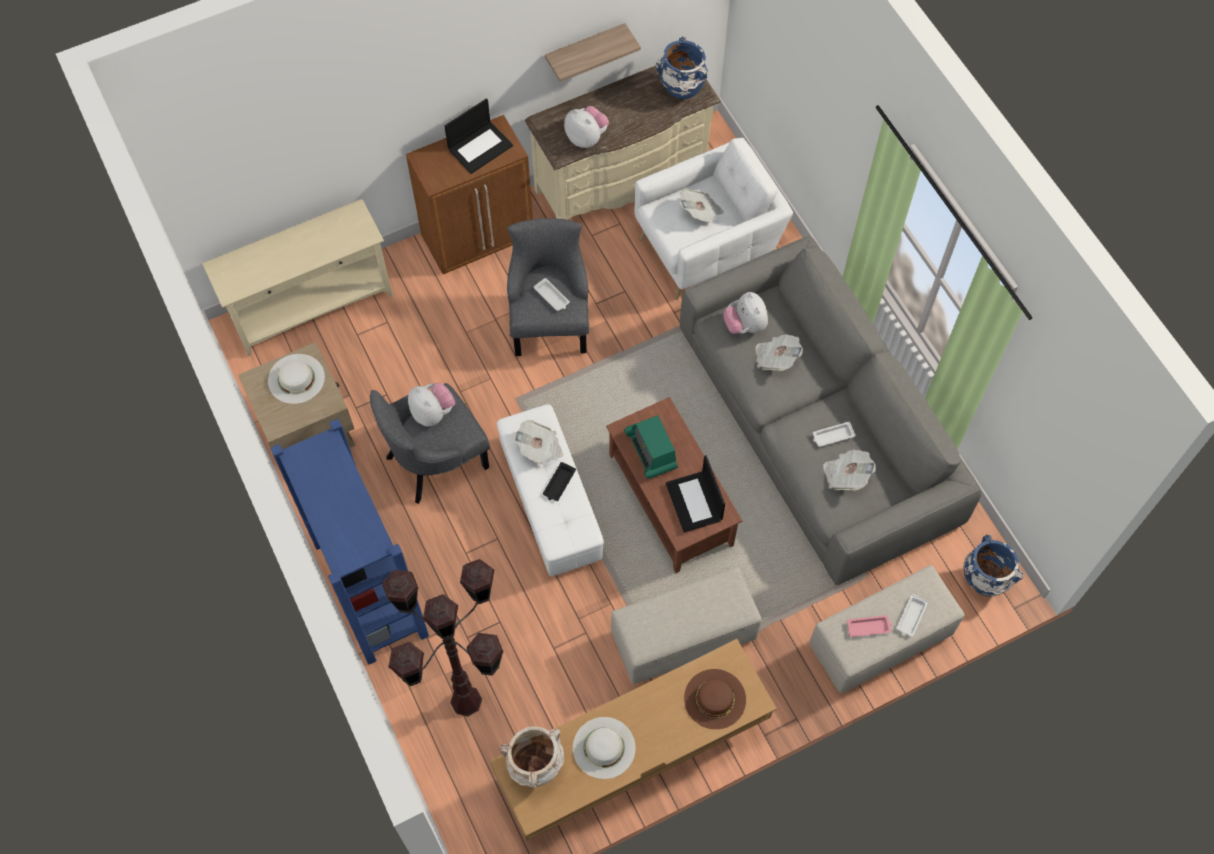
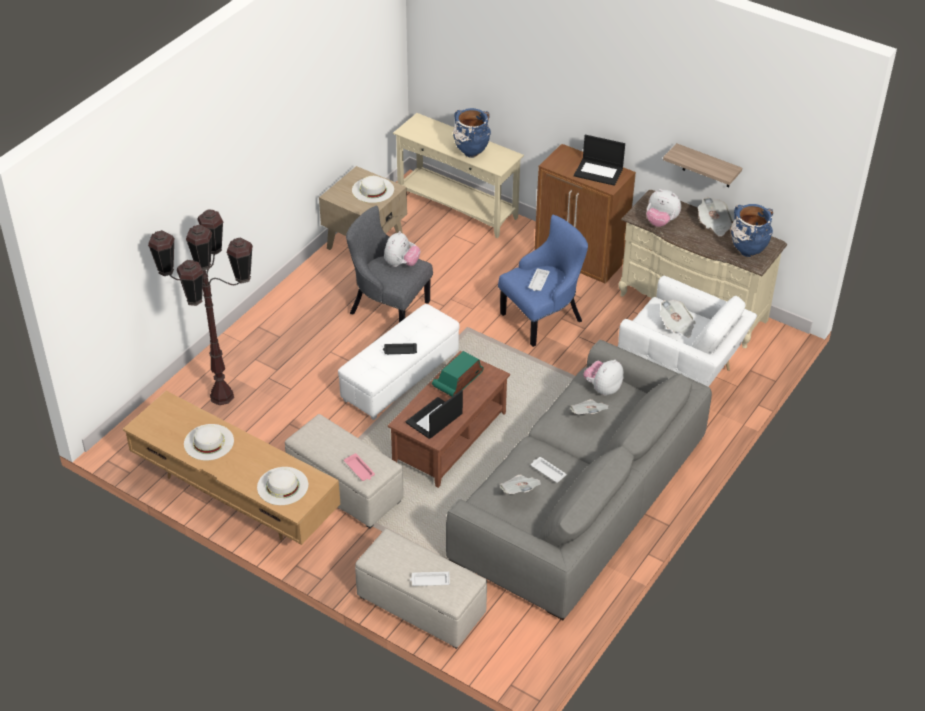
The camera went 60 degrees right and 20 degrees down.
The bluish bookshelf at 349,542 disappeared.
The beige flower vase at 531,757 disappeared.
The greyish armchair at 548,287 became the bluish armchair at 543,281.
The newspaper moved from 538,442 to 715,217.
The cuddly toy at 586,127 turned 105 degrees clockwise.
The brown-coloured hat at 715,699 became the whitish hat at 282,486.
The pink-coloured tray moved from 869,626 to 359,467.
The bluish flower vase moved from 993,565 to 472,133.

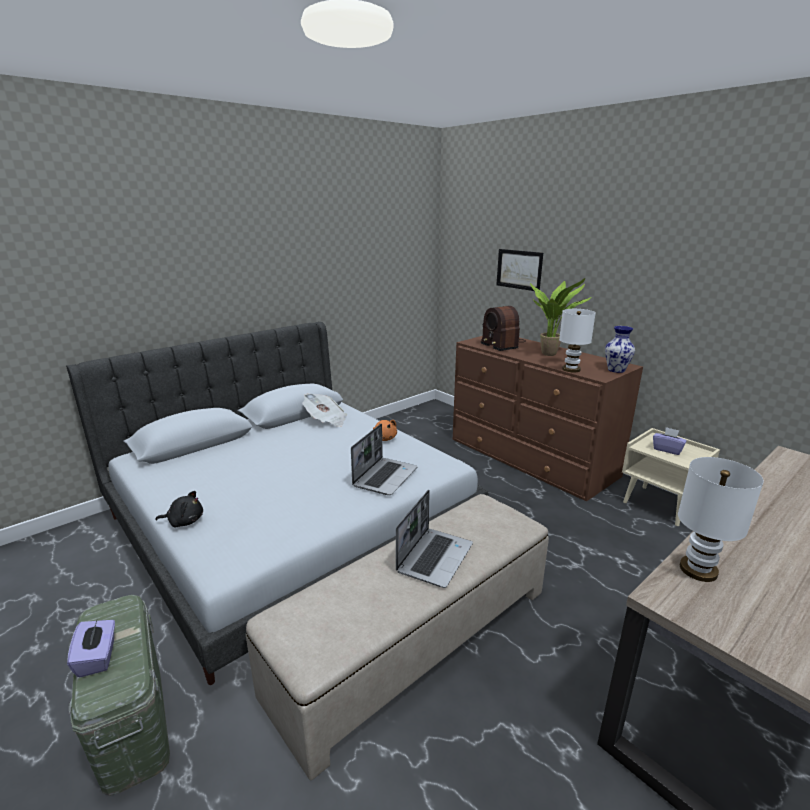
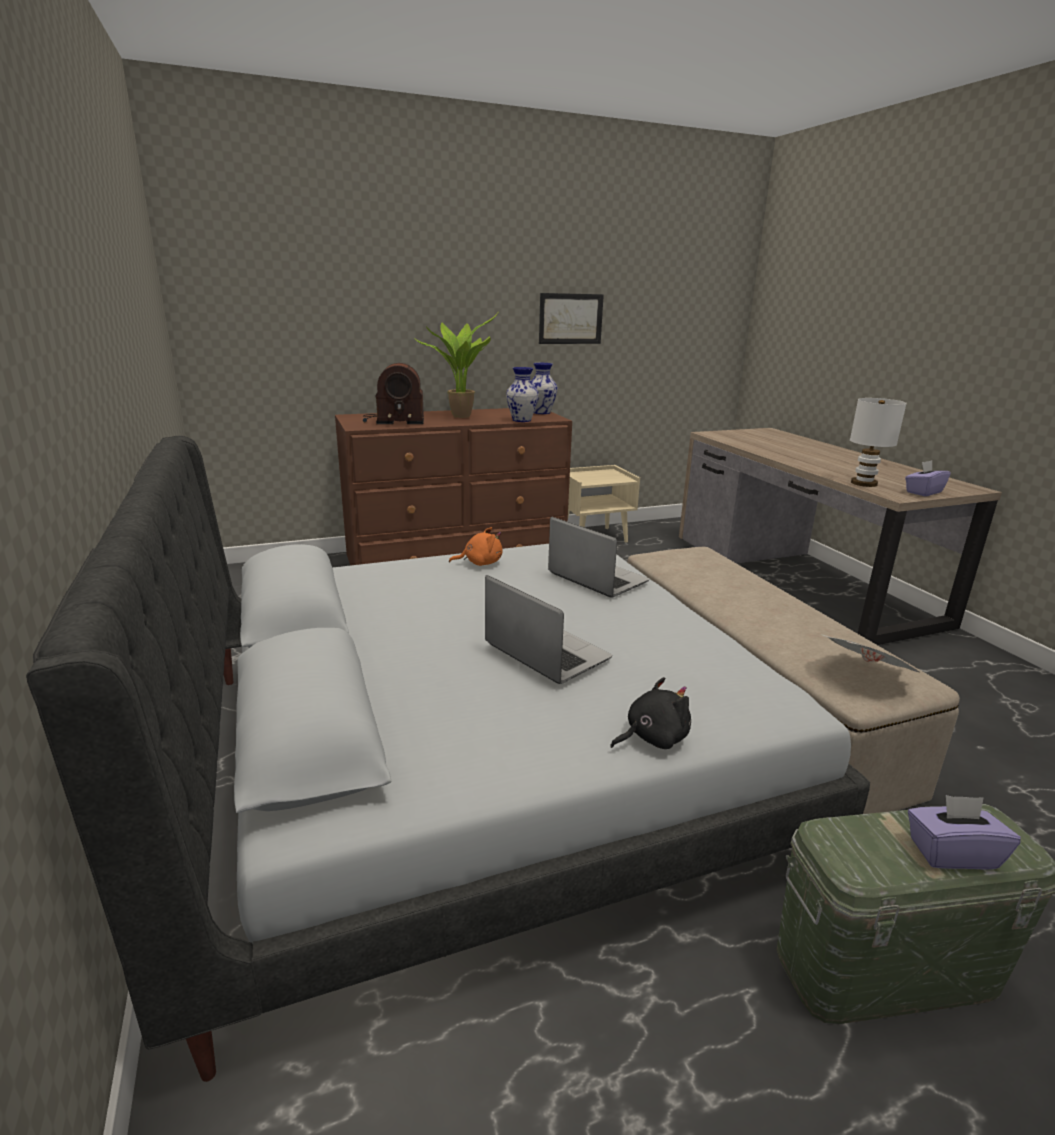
The camera went 70 degrees left and 0 degrees up.
The black cuddly toy at 179,509 turned 45 degrees clockwise.
The newspaper moved from 325,410 to 870,653.
The notebook computer moved from 434,539 to 548,629.
The wall art moved from 519,270 to 571,318.
The whitish tabletop lamp at 577,340 was replaced by the flower vase at 522,394.
The purple box of tissues moved from 670,441 to 928,478.

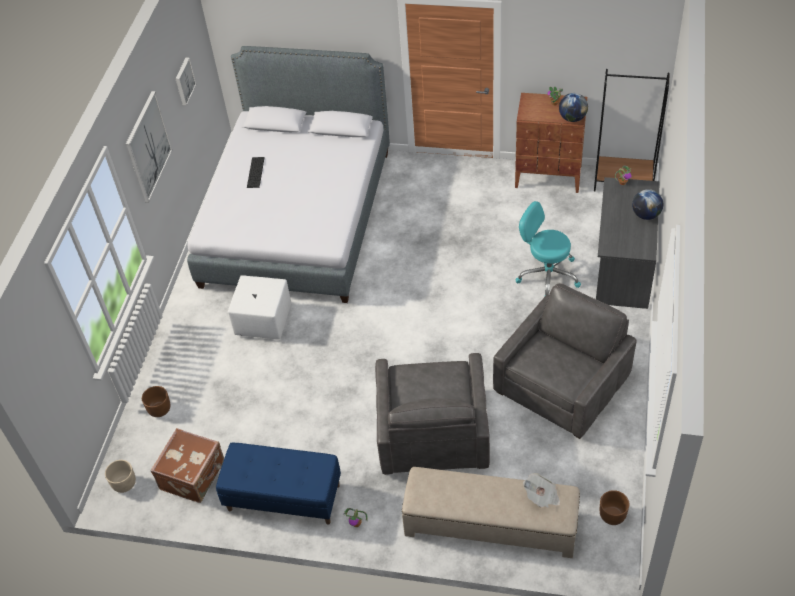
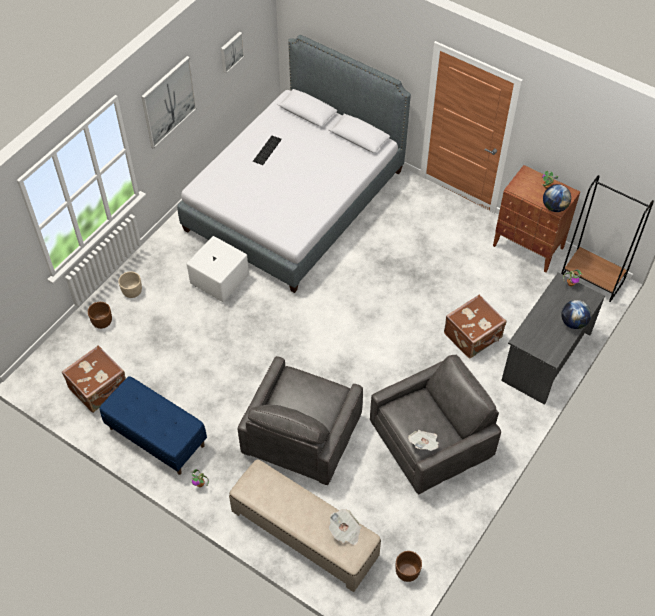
The camera went 20 degrees right and 5 degrees up.
The beige plant pot moved from 120,476 to 130,284.
The turquoise-coloured computer chair at 548,249 was replaced by the brown-coloured travel case at 475,326.
The newspaper at 423,440 appeared.

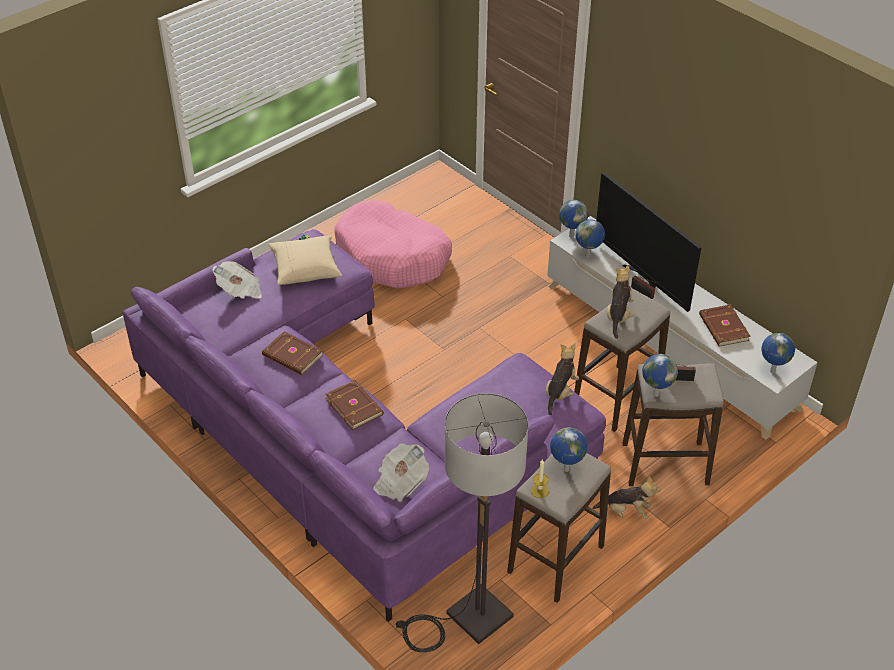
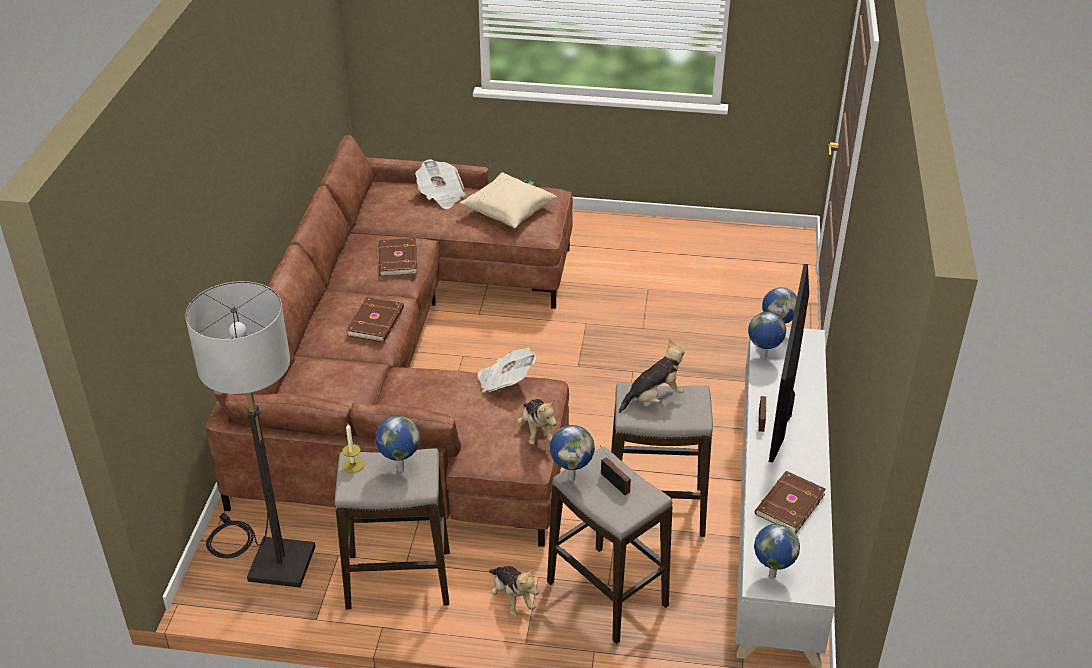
The camera went 50 degrees right and 5 degrees down.
The purple settee at 364,425 became the brown-coloured settee at 389,341.
The pink-coloured dog bed at 393,244 disappeared.
The newspaper moved from 401,472 to 506,370.
The cuddly toy at 562,379 turned 90 degrees clockwise.

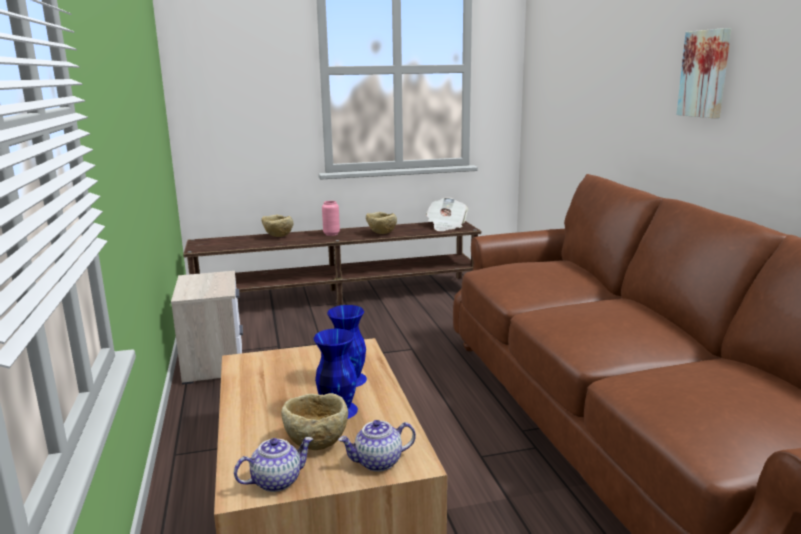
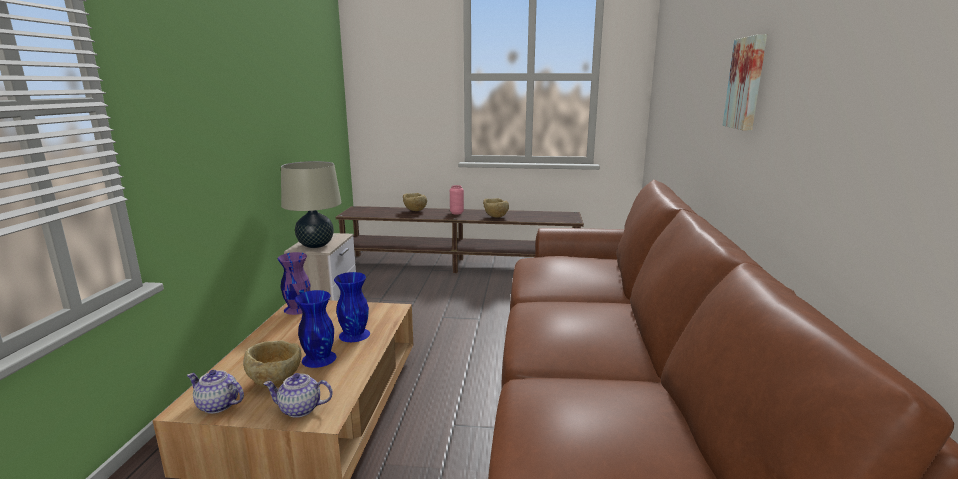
The camera went 20 degrees right and 0 degrees up.
The teapot at 273,464 turned 150 degrees counterclockwise.
The newspaper at 447,214 disappeared.
The purple flower vase at 294,283 appeared.
The beige tabletop lamp at 311,204 appeared.

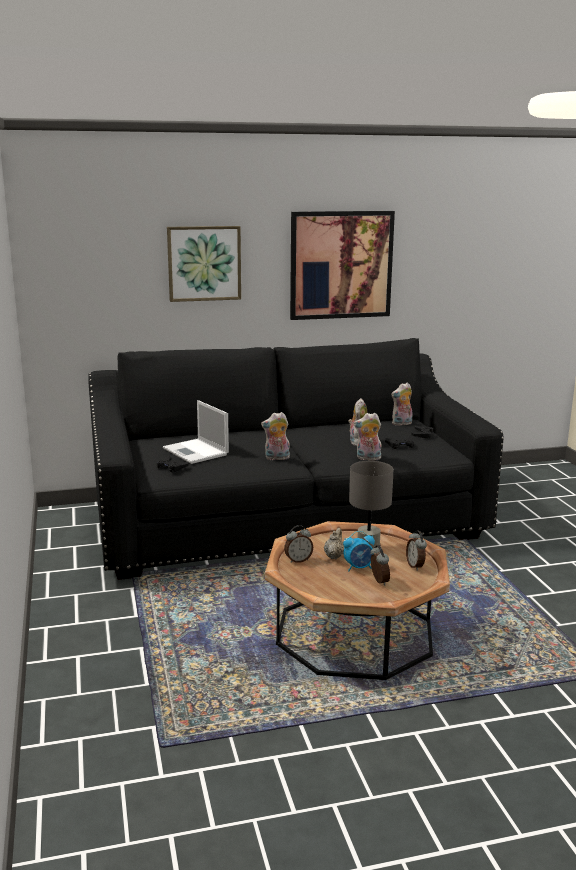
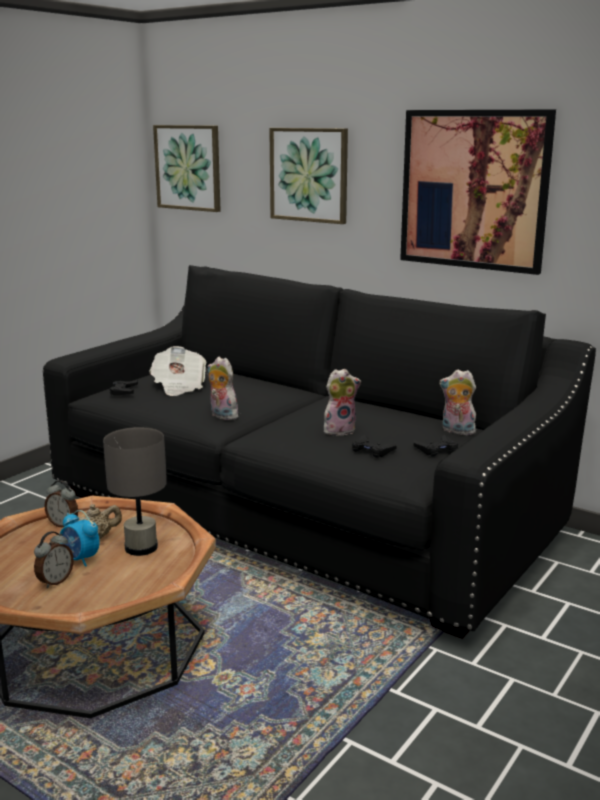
The camera went 50 degrees right and 0 degrees up.
The notebook computer at 196,432 was replaced by the newspaper at 177,371.
The cuddly toy at 368,437 disappeared.
The bedside clock at 416,551 disappeared.
The wall art at 187,168 appeared.

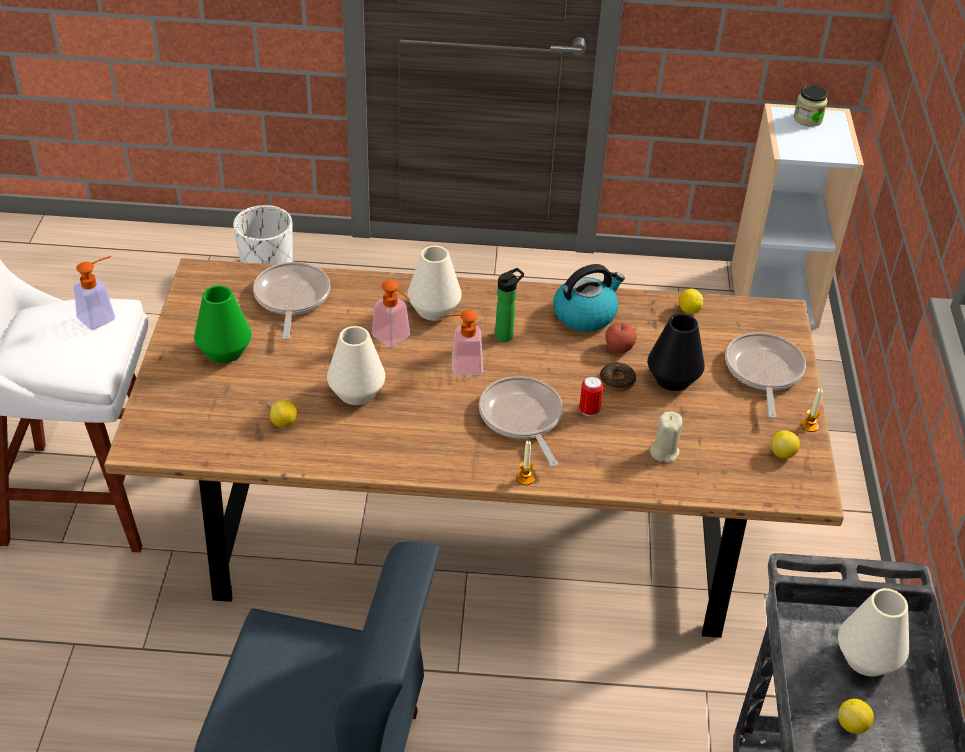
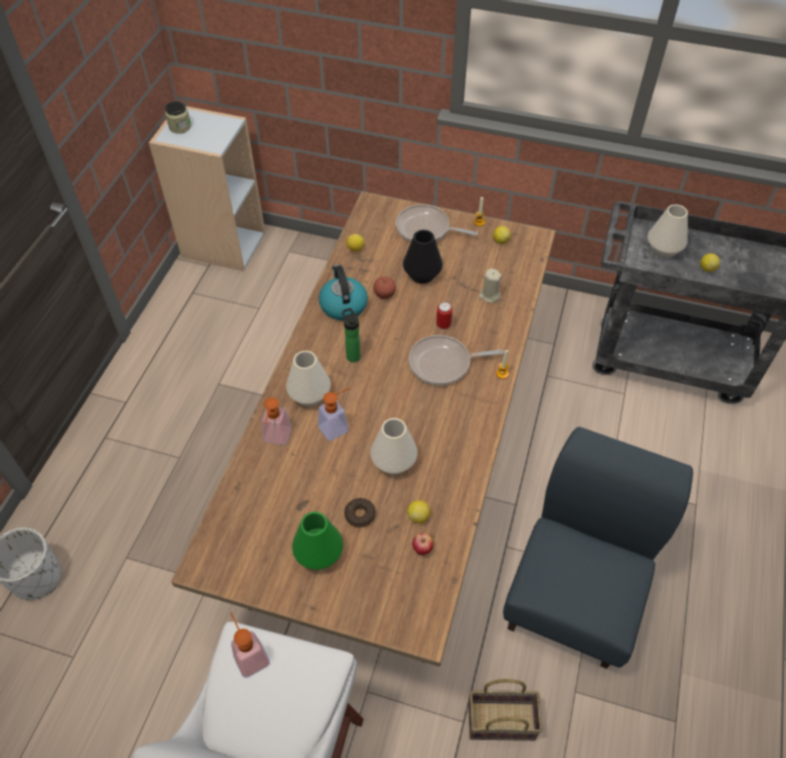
The camera went 75 degrees left and 10 degrees up.
The pan at 291,301 disappeared.
The soap dispenser moved from 461,342 to 277,421.
The ring doughnut moved from 618,377 to 360,513.
The whole apple at 423,544 appeared.
The household basket at 505,710 appeared.

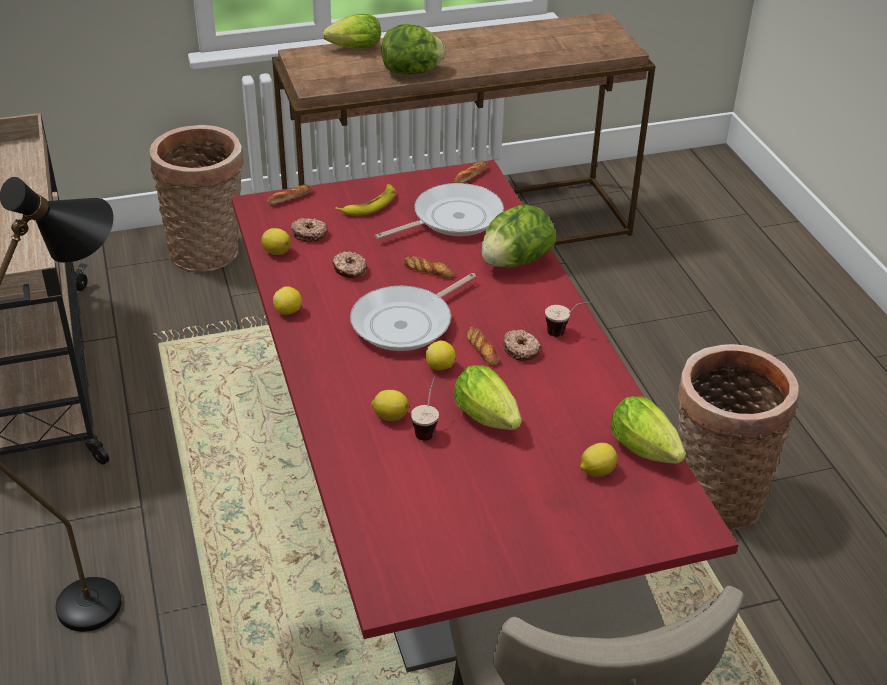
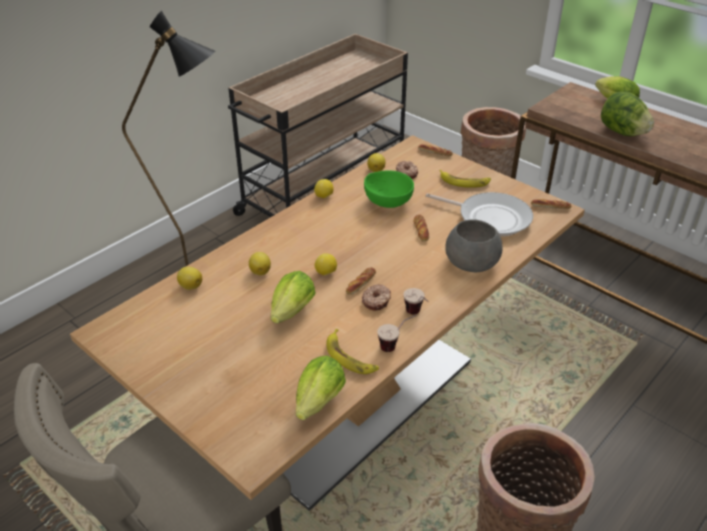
The camera went 60 degrees right and 0 degrees up.
The red-coloured kitchen table at 484,416 became the beige kitchen table at 327,323.
The ring doughnut at 349,265 was replaced by the green deep dish at 389,189.
The pan at 413,312 disappeared.
The small cup moved from 425,408 to 397,333.
The lettuce at 518,236 was replaced by the greyish deep dish at 474,245.
The whole lemon moved from 598,460 to 189,278.
The banana fruit at 352,351 appeared.

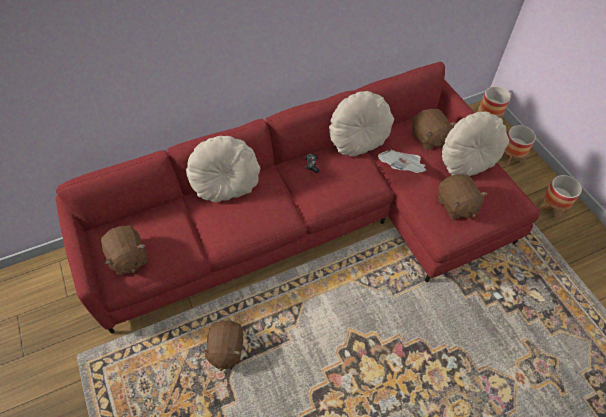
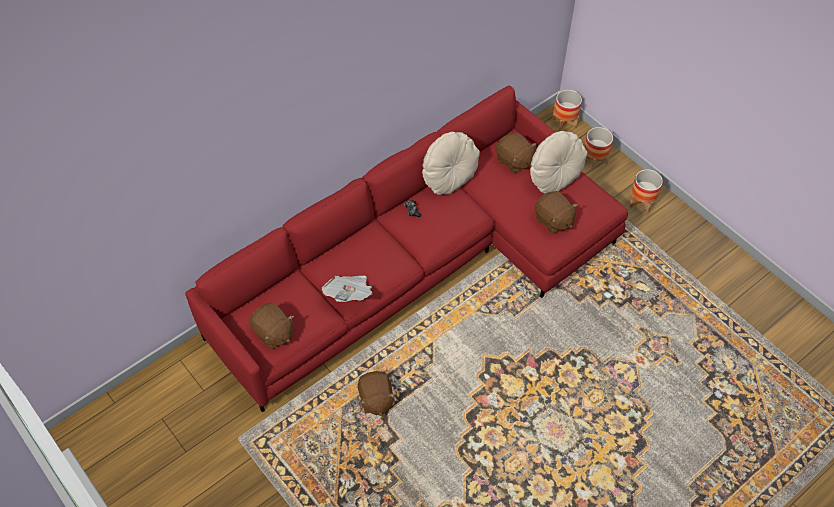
The camera went 15 degrees left and 0 degrees up.
The beige pillow at 223,169 disappeared.
The newspaper moved from 402,161 to 347,288.

